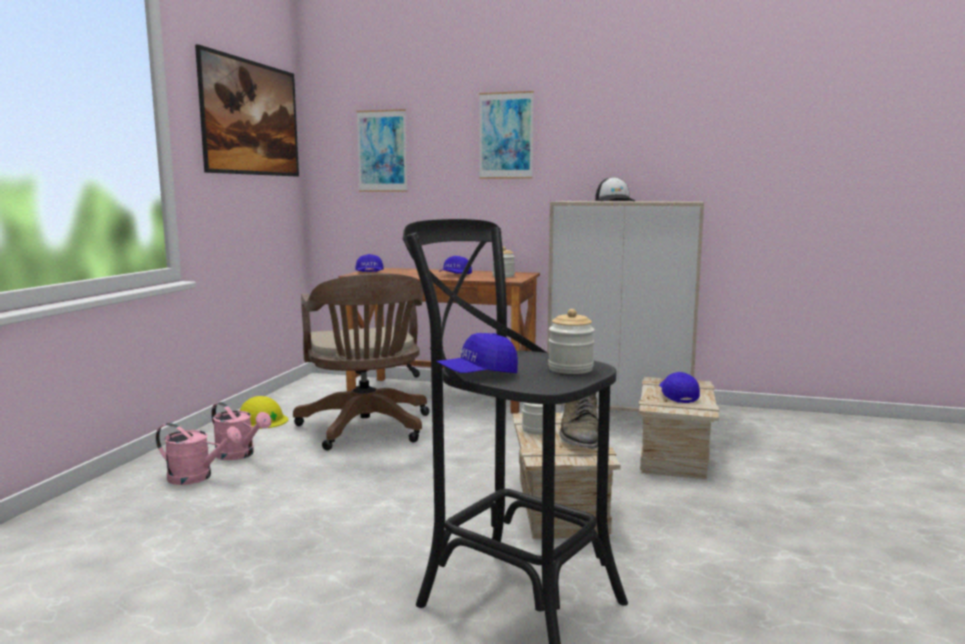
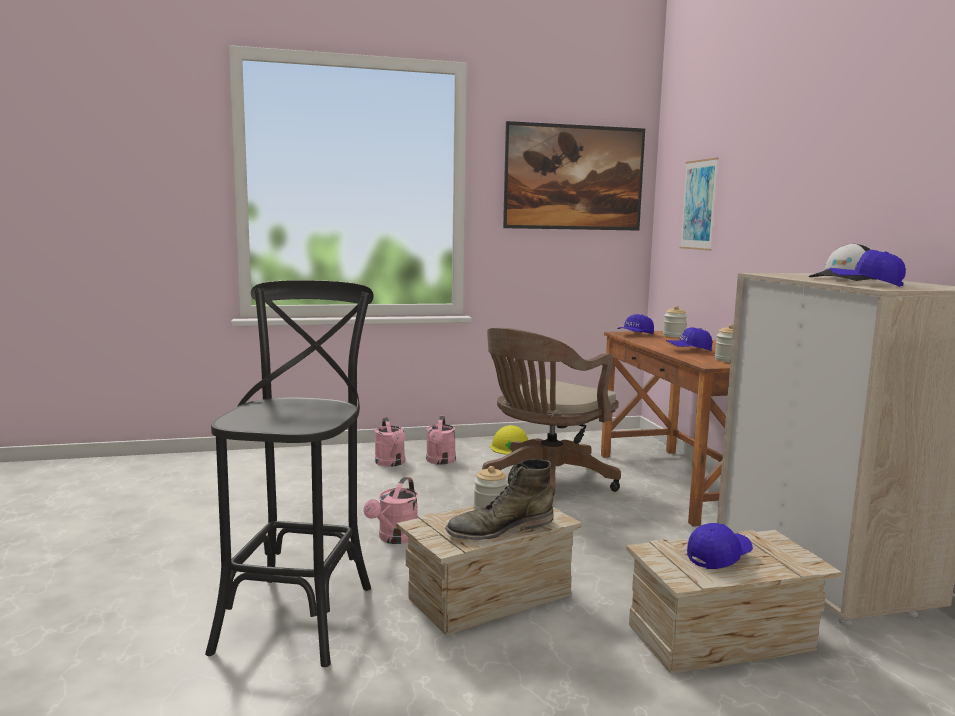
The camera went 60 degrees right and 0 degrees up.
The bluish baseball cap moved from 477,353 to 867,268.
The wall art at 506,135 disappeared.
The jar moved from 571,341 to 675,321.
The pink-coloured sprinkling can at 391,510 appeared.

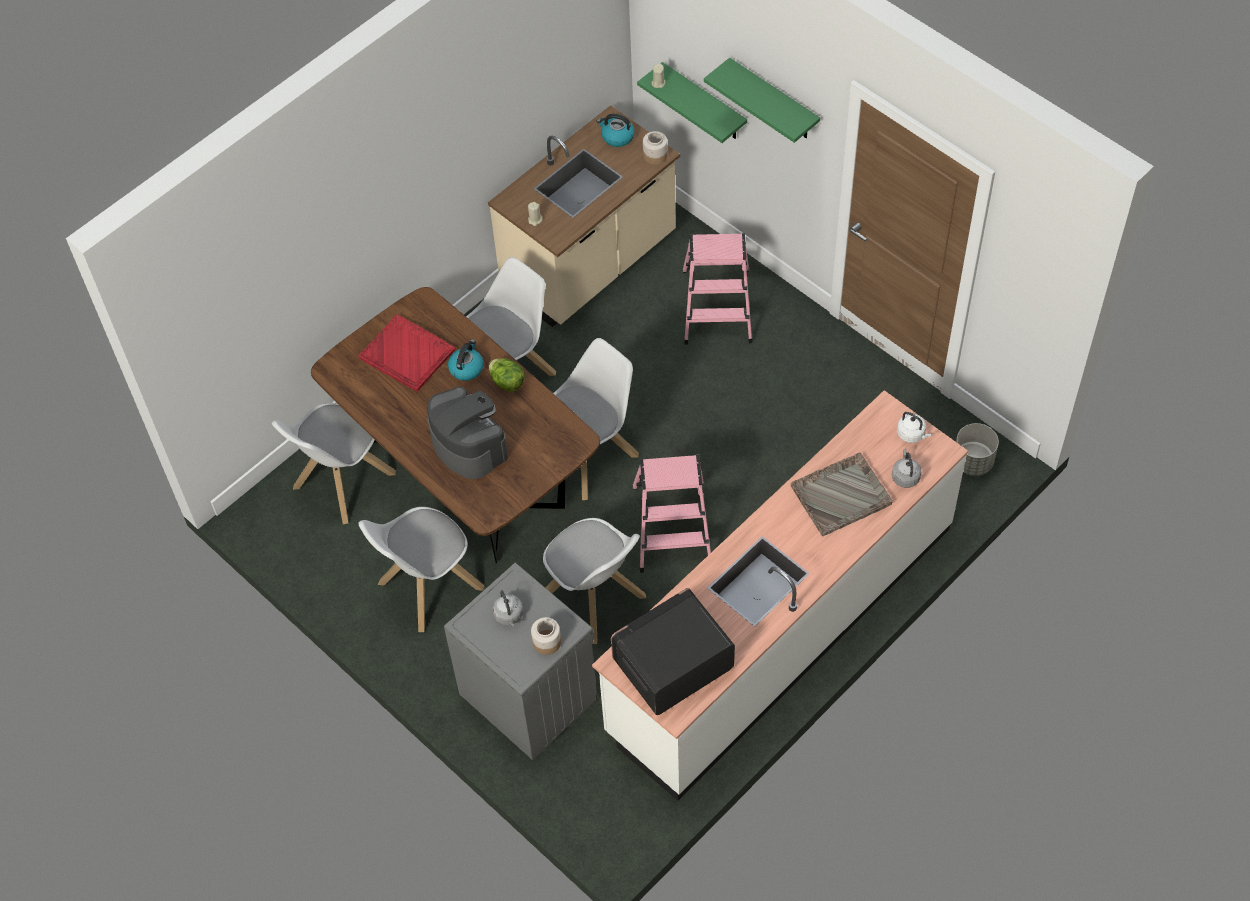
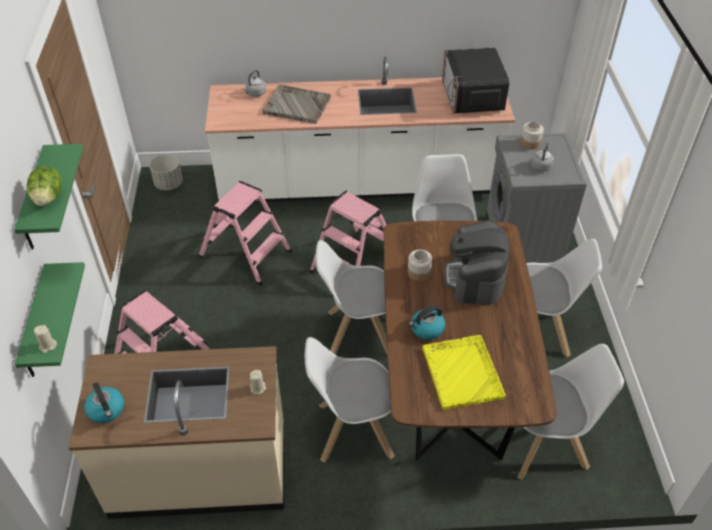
The camera went 140 degrees left and 10 degrees down.
The red-coloured tray at 406,352 became the yellow tray at 464,372.
The lettuce moved from 507,375 to 43,186.
The microwave at 673,651 turned 75 degrees clockwise.
The jar moved from 655,148 to 420,265.
The whitish tea kettle at 914,427 disappeared.
The pink-coloured step ladder at 245,233 appeared.

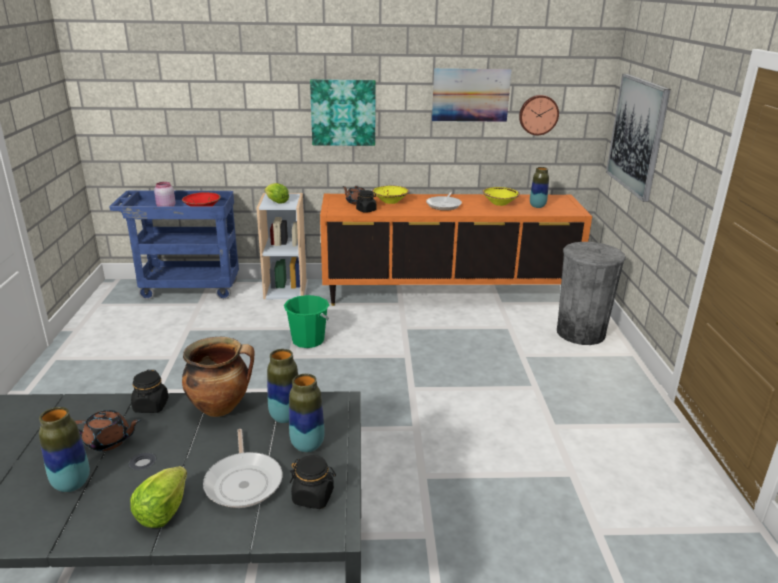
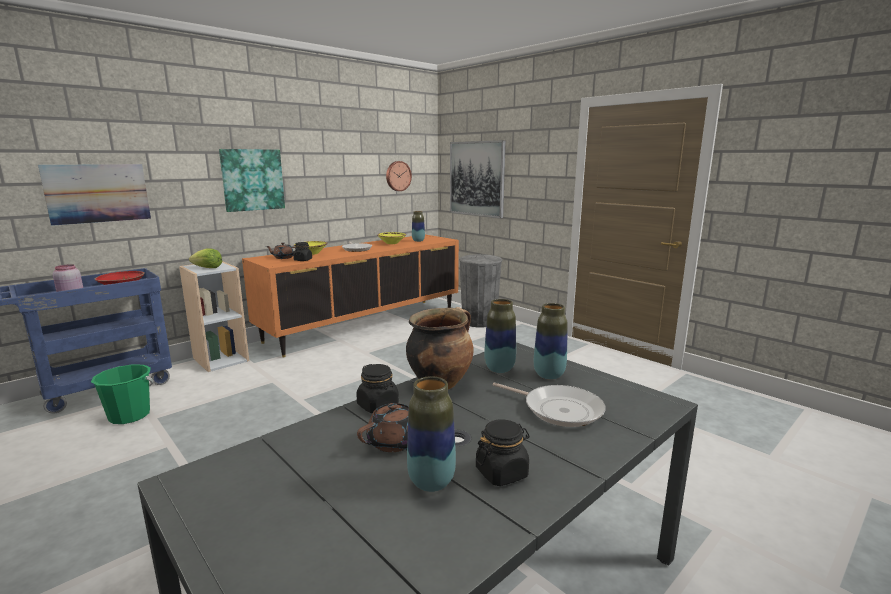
The camera went 40 degrees left and 10 degrees down.
The lettuce at 158,497 disappeared.
The green water bucket moved from 306,321 to 122,394.
The black jar moved from 313,482 to 503,452.
The wall art moved from 472,95 to 94,195.

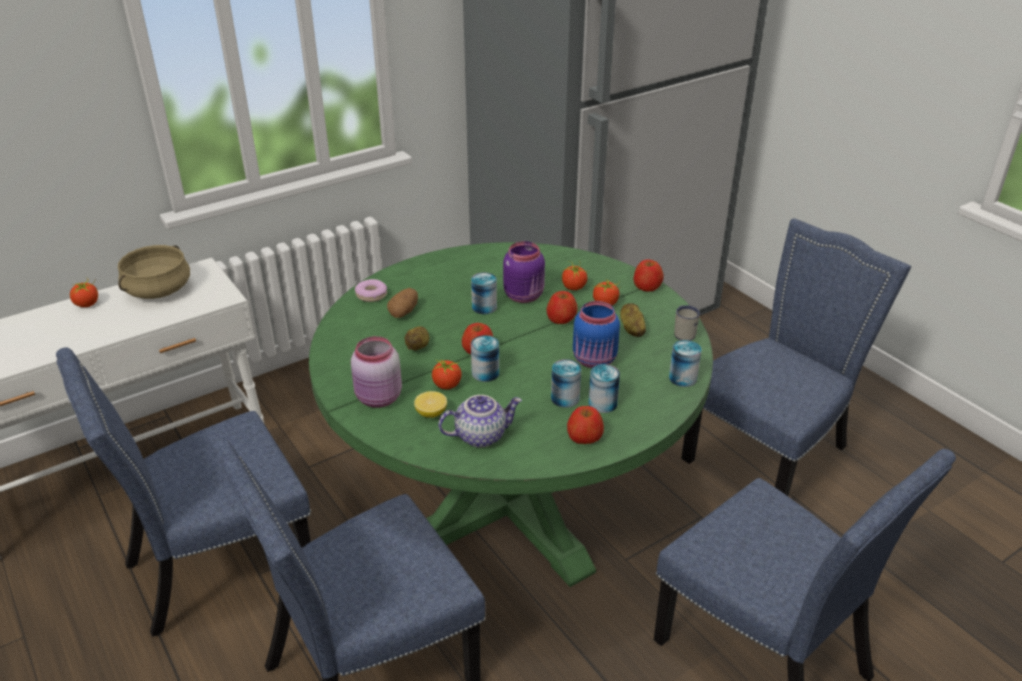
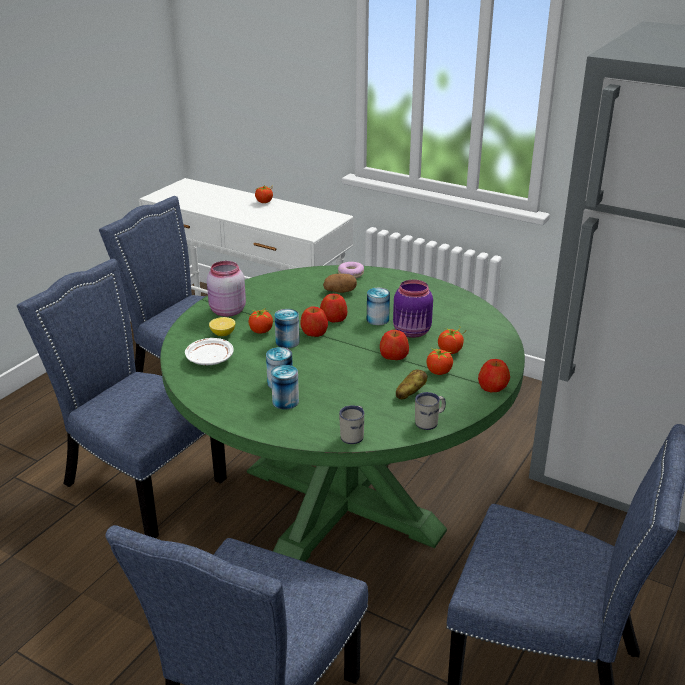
The camera went 65 degrees right and 5 degrees down.
The beige saucepot at 154,272 disappeared.
The whole potato at 417,338 disappeared.
The teapot at 480,421 was replaced by the whitish flat dish at 209,351.
The whole apple moved from 585,425 to 333,308.
The bluish jar at 596,334 disappeared.
The sealed can at 685,363 was replaced by the whitish tea mug at 351,424.

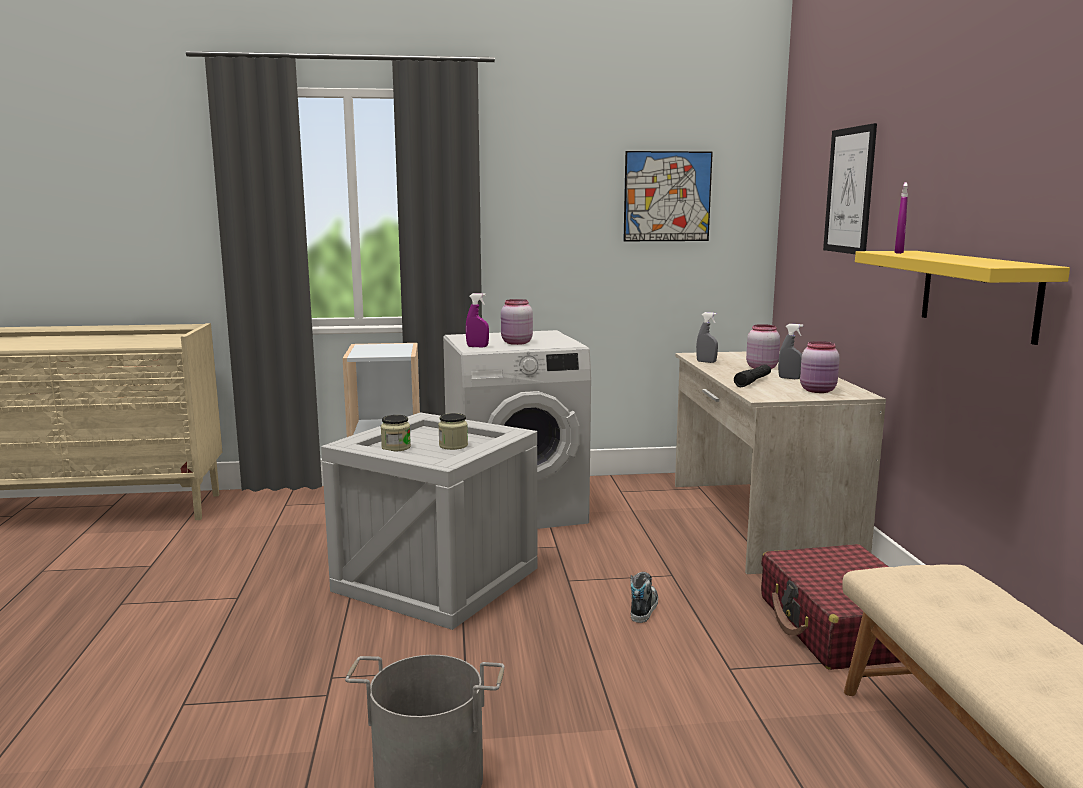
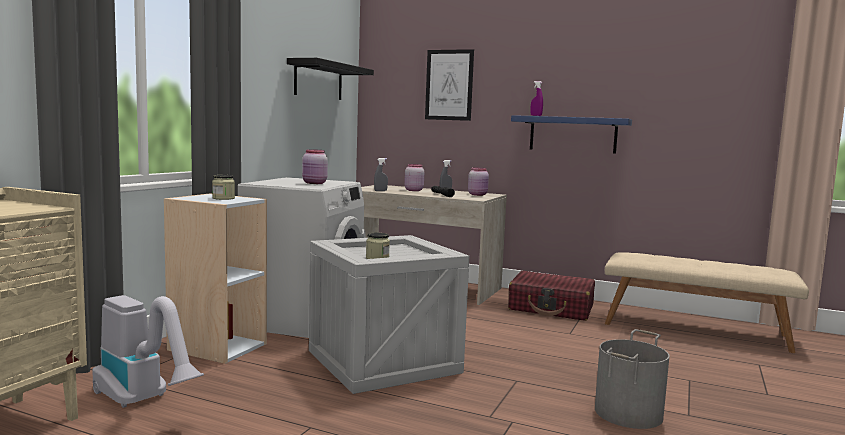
The camera went 60 degrees left and 5 degrees down.
The jar moved from 453,431 to 223,187.
The purple sprayer at 477,320 disappeared.
The wall art at 668,196 was replaced by the black shelf at 330,79.
The shoe at 644,597 disappeared.
The yellow shelf at 962,298 became the bluish shelf at 571,134.
The hoover at 148,351 appeared.

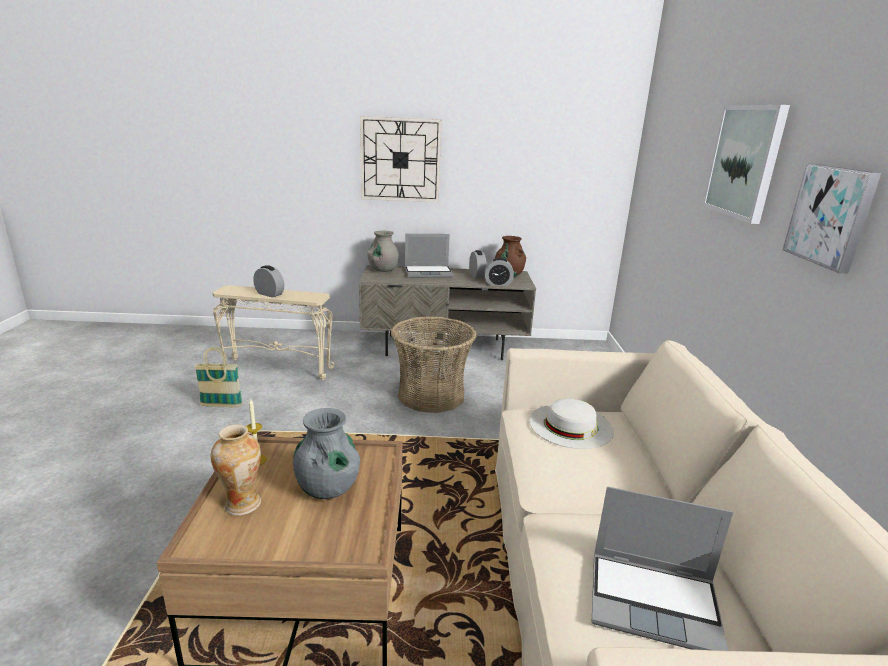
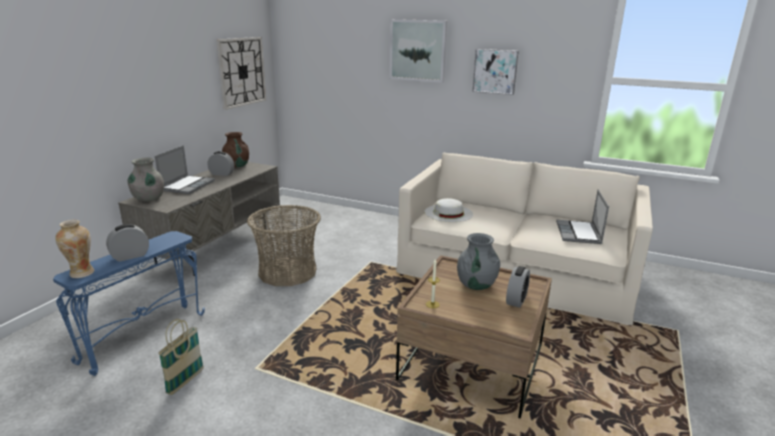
The camera went 65 degrees left and 0 degrees up.
The flower vase moved from 236,470 to 74,249.
The beige side table at 273,332 became the bluish side table at 129,303.
The wall clock moved from 401,159 to 241,73.
The bedside clock moved from 499,272 to 518,287.
The notebook computer at 662,568 turned 150 degrees clockwise.

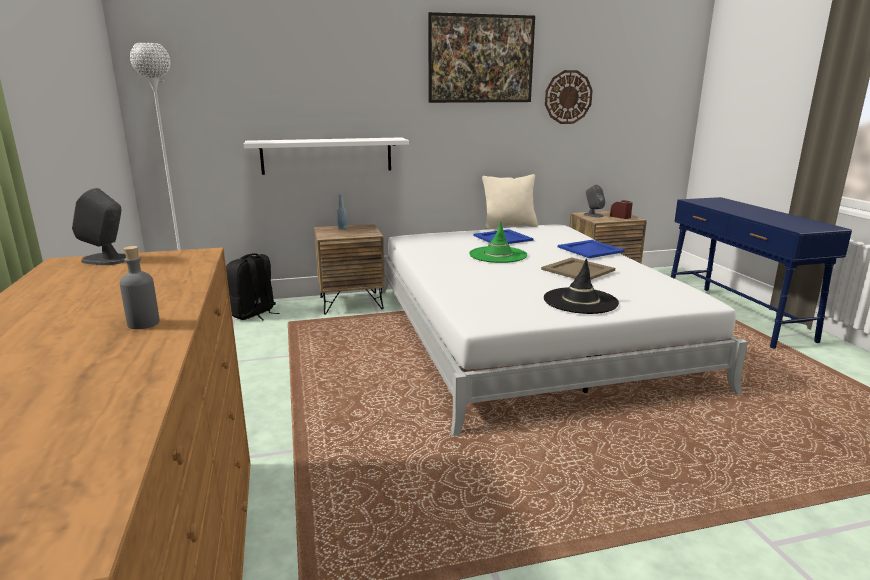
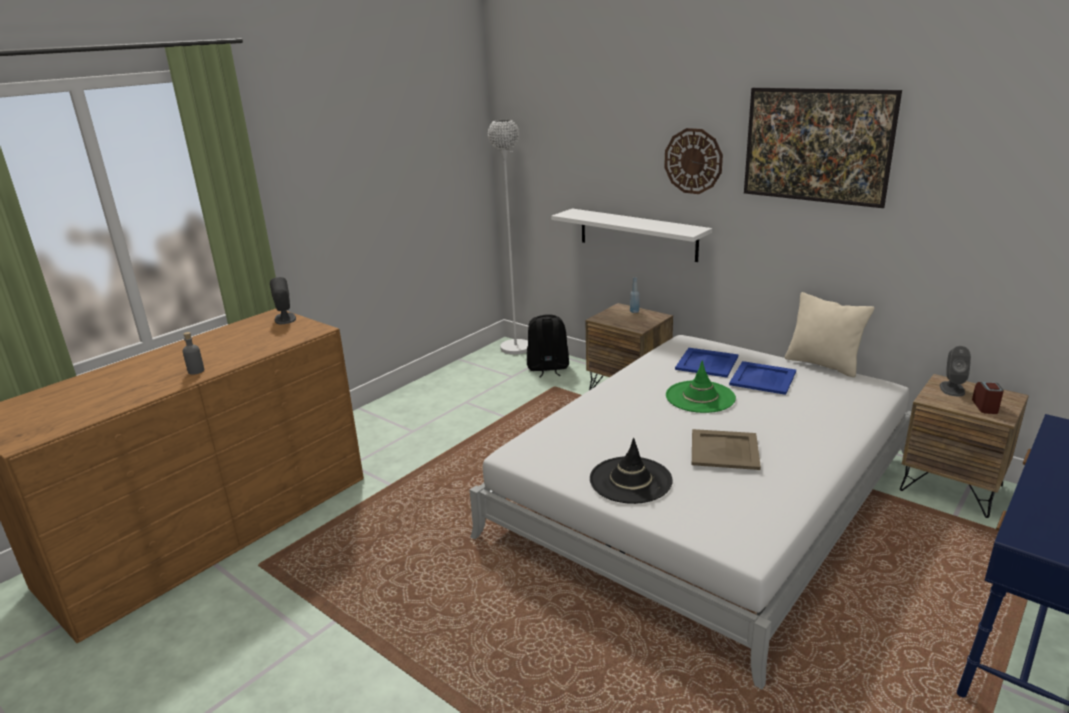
The camera went 55 degrees right and 5 degrees up.
The wall clock moved from 569,97 to 693,161.
The bluish tray moved from 591,249 to 706,363.

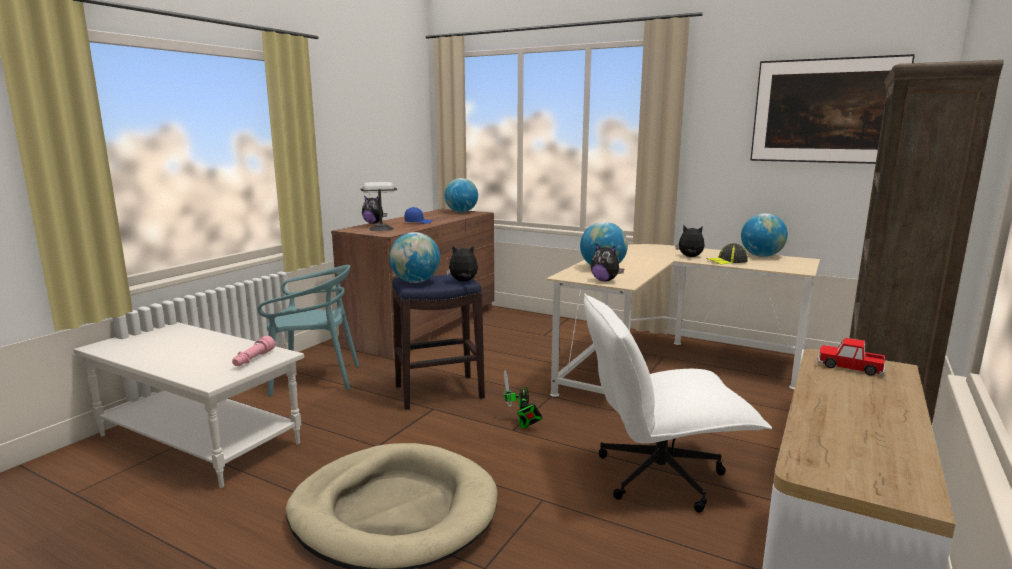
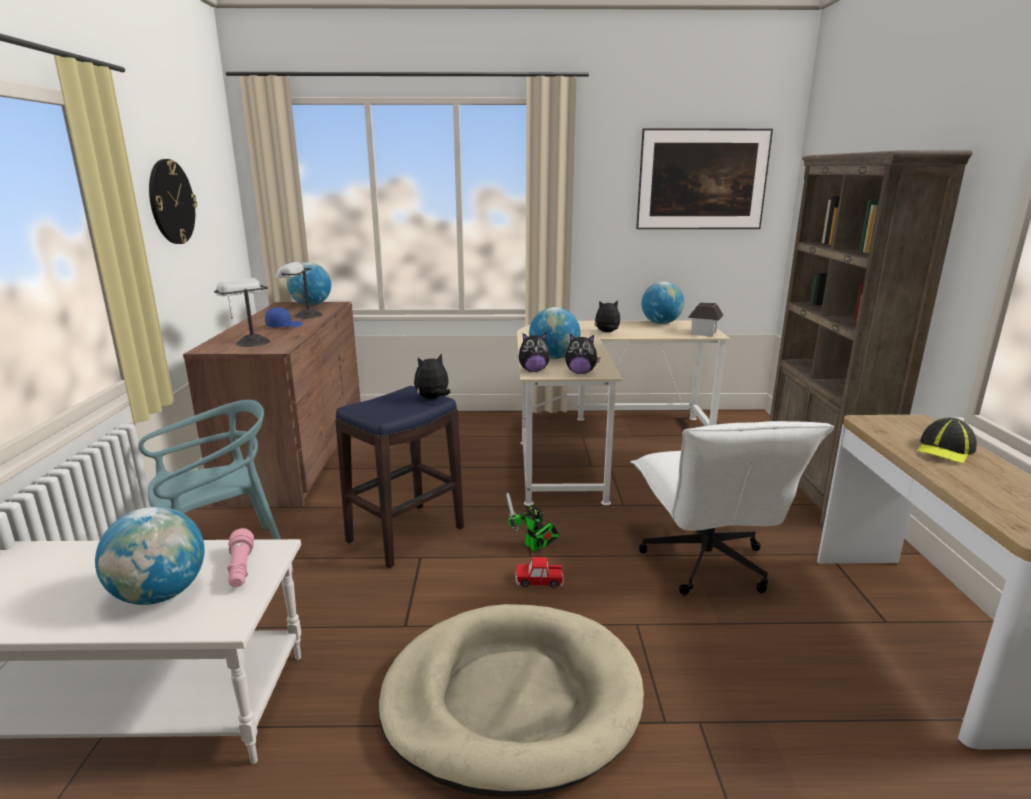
The camera went 30 degrees left and 5 degrees up.
The cuddly toy moved from 374,210 to 535,352.
The globe moved from 414,257 to 149,556.
The whitish computer chair at 678,403 turned 60 degrees counterclockwise.
The baseball cap moved from 727,254 to 946,441.
The toy car moved from 851,357 to 539,572.
The wall clock at 173,201 appeared.
The tabletop lamp at 299,290 appeared.
The toy house at 706,319 appeared.

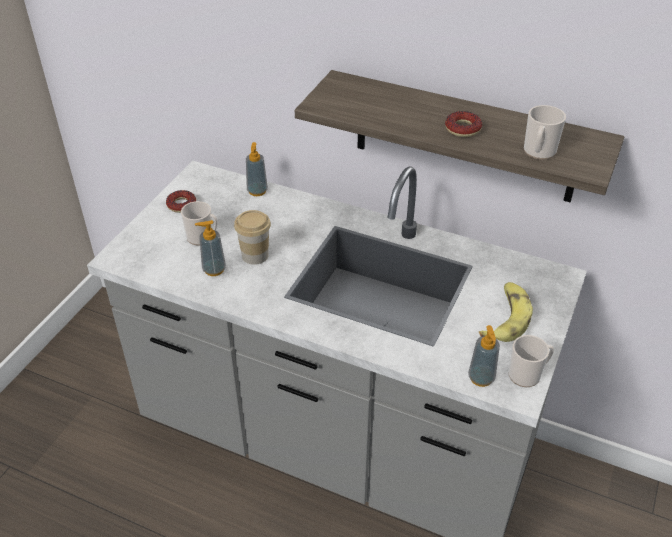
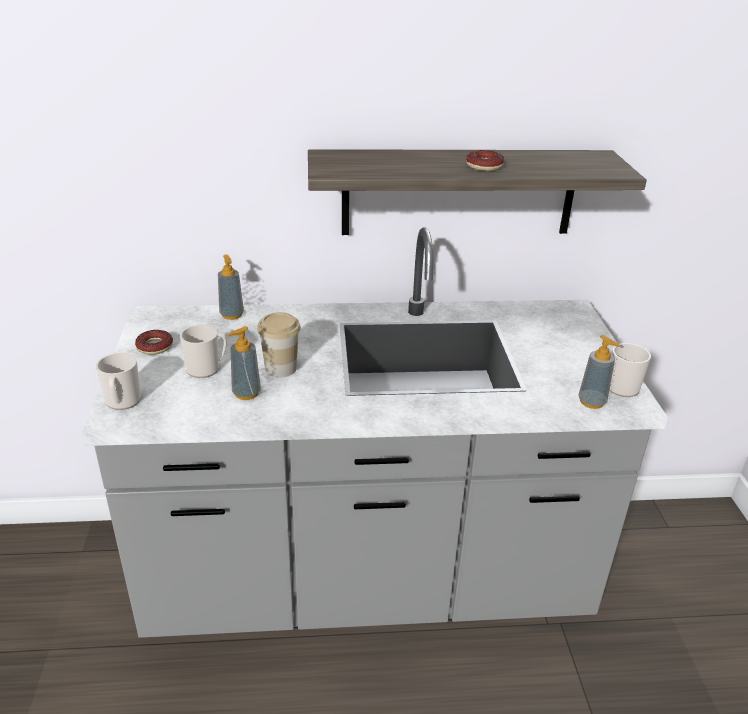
The camera went 30 degrees left and 10 degrees down.
The banana fruit at 506,312 disappeared.
The tea mug moved from 545,132 to 118,381.

